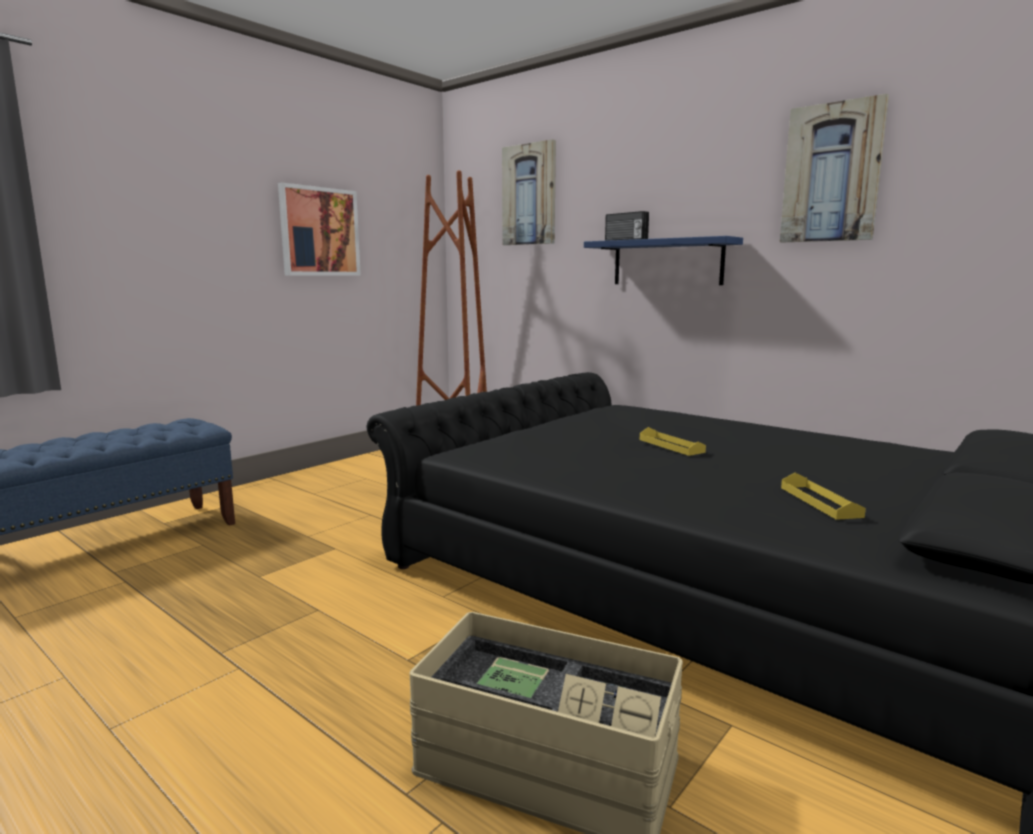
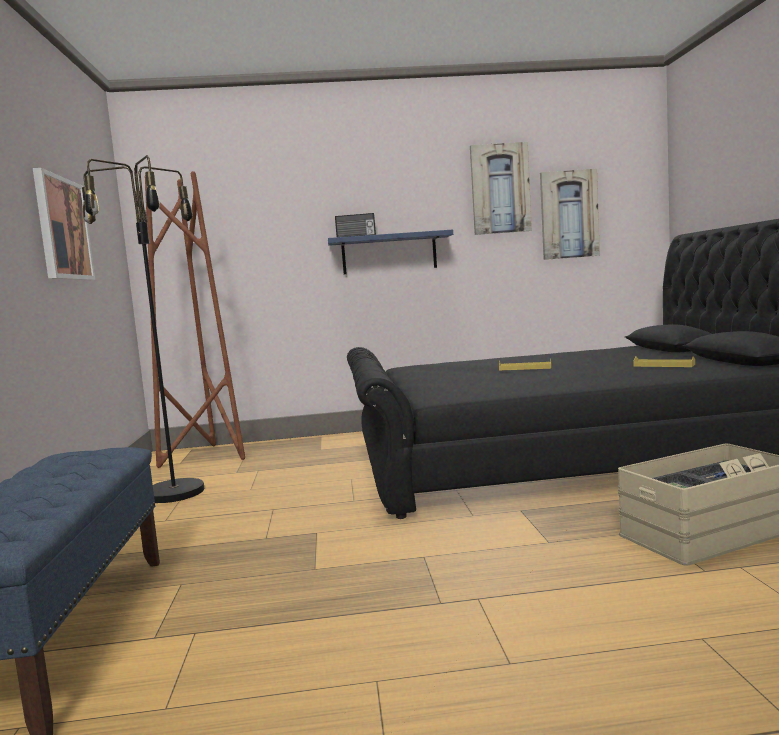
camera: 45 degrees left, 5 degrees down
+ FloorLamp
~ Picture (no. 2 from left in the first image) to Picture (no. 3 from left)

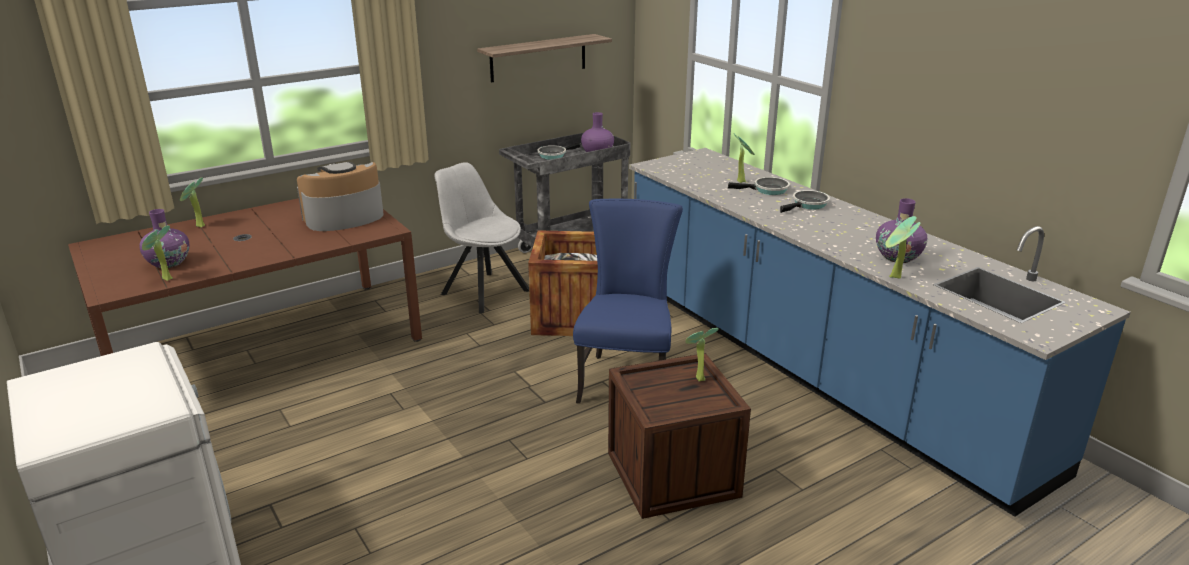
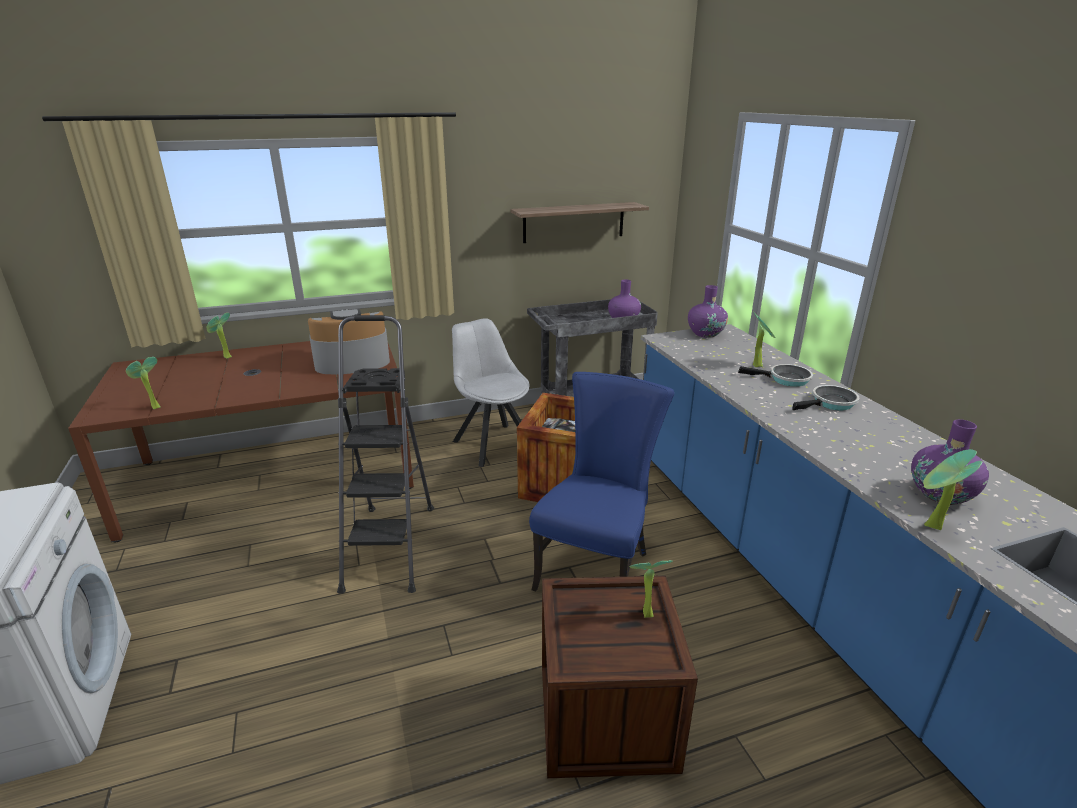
camera: 15 degrees right, 0 degrees up
+ StepLadder
~ PurpleVase (no. 1 from left in the first image) to PurpleVase (no. 2 from left)
- FryingPan (no. 1 from left)

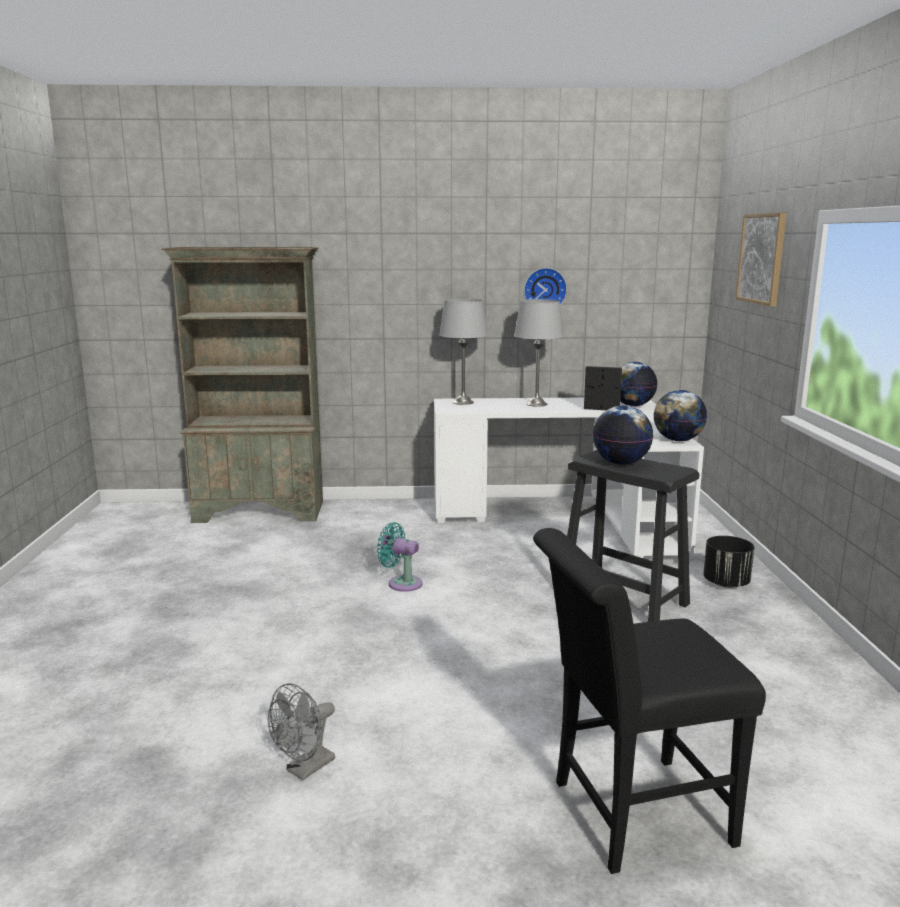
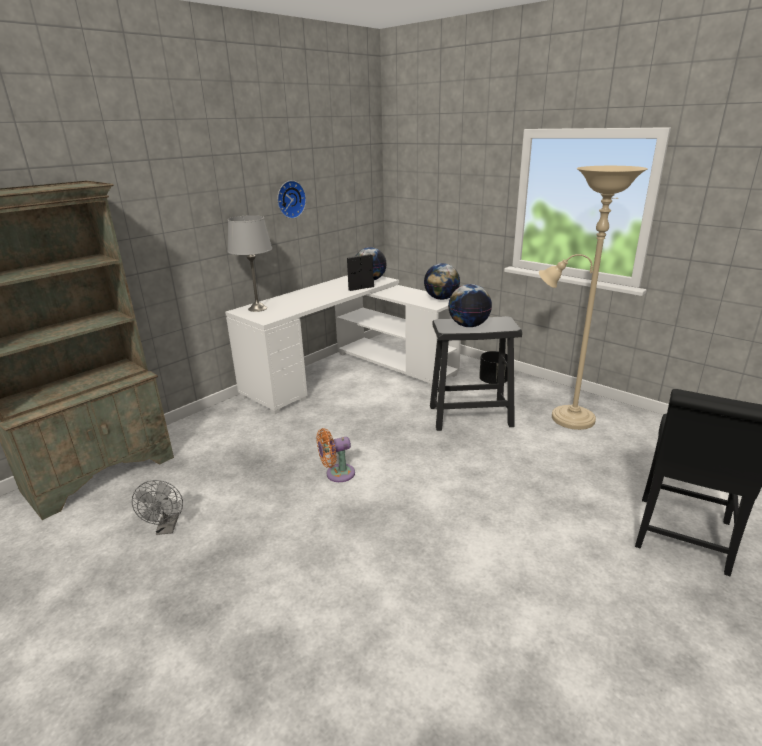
camera: 45 degrees left, 10 degrees up
~ GreyFan
~ TurquoiseFan to OrangeFan
+ BeigeFloorLamp
- GreyTableLamp (no. 2 from left)
- Picture

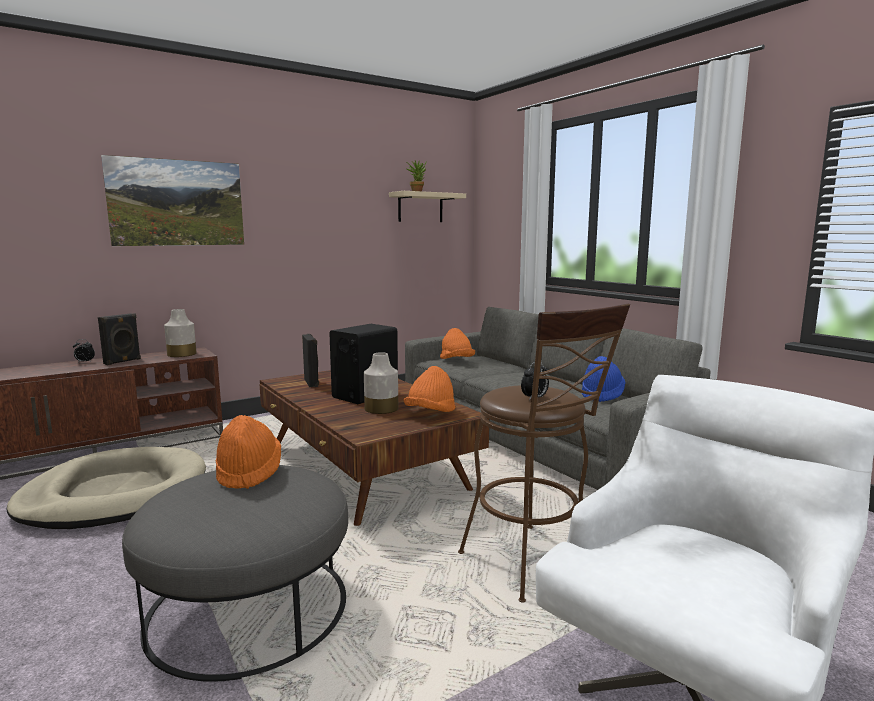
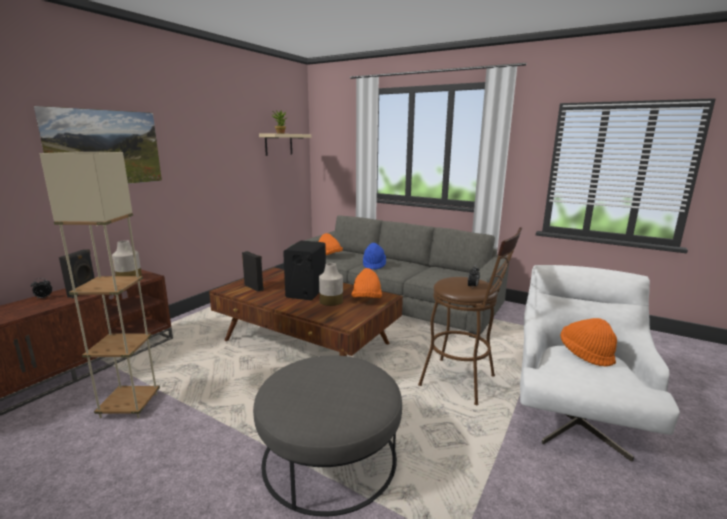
camera: 25 degrees left, 5 degrees up
~ BeigeDogBed to BeigeFloorLamp
~ BlueHat
~ OrangeHat (no. 1 from left in the first image) to OrangeHat (no. 3 from left)

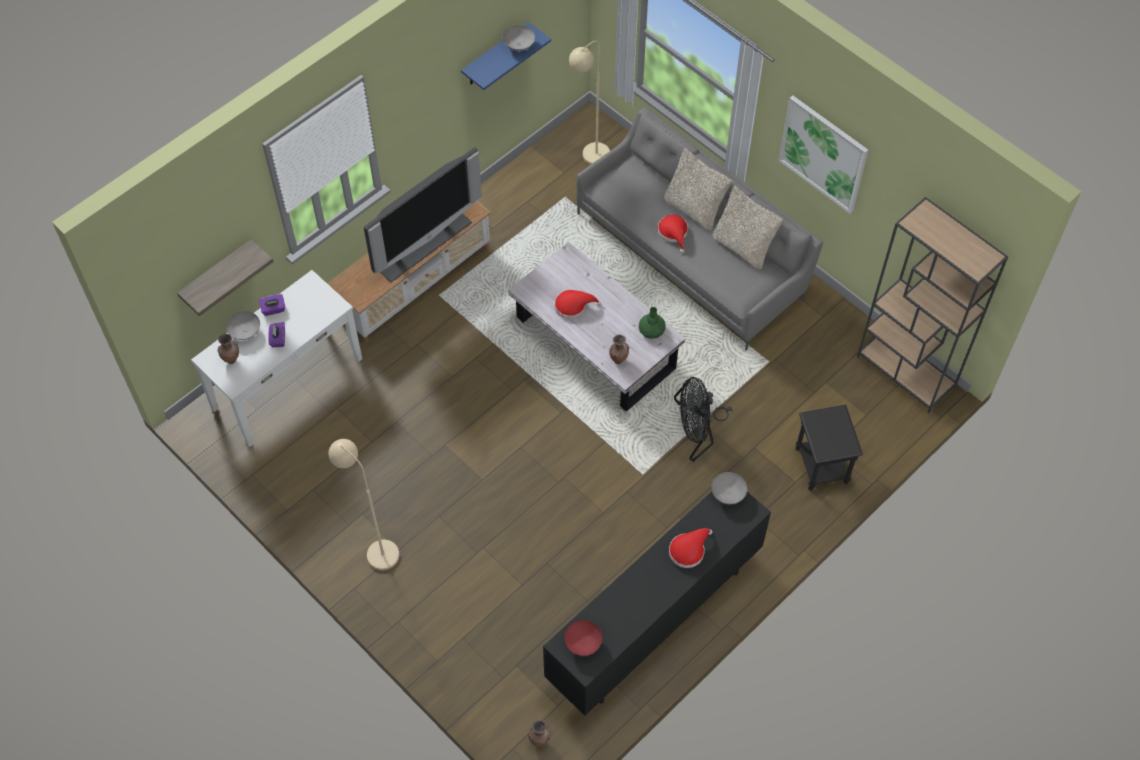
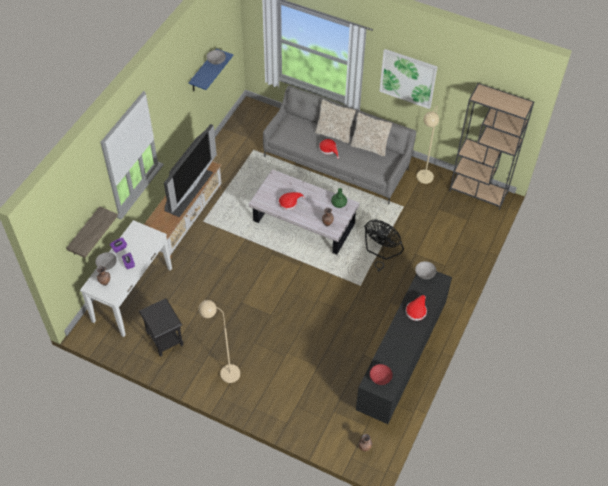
camera: 20 degrees left, 5 degrees down
~ BlackSideTable
~ BlackFan 150 degrees clockwise
~ BeigeFloorLamp (no. 2 from left)

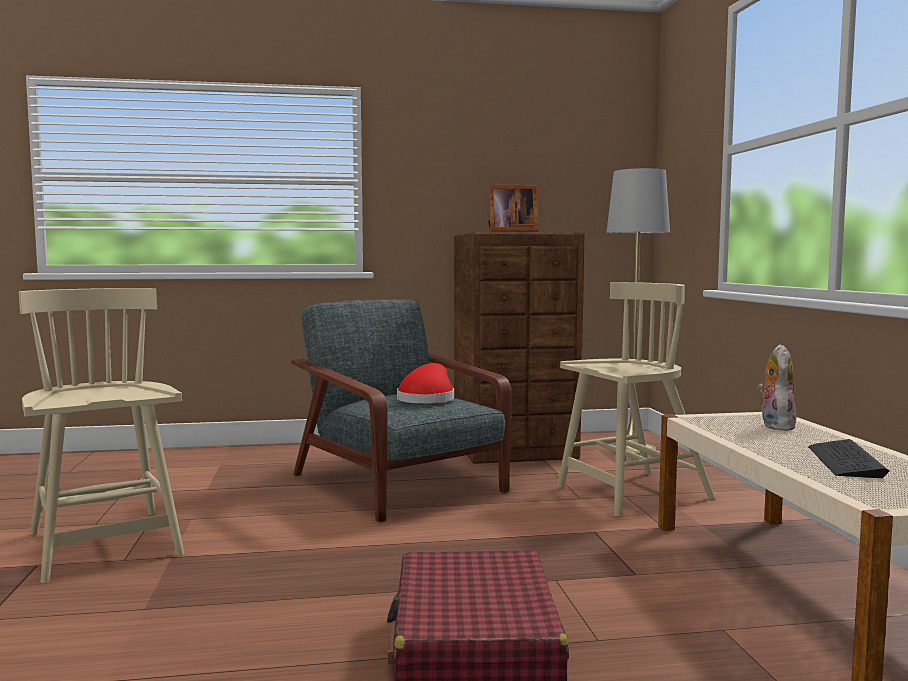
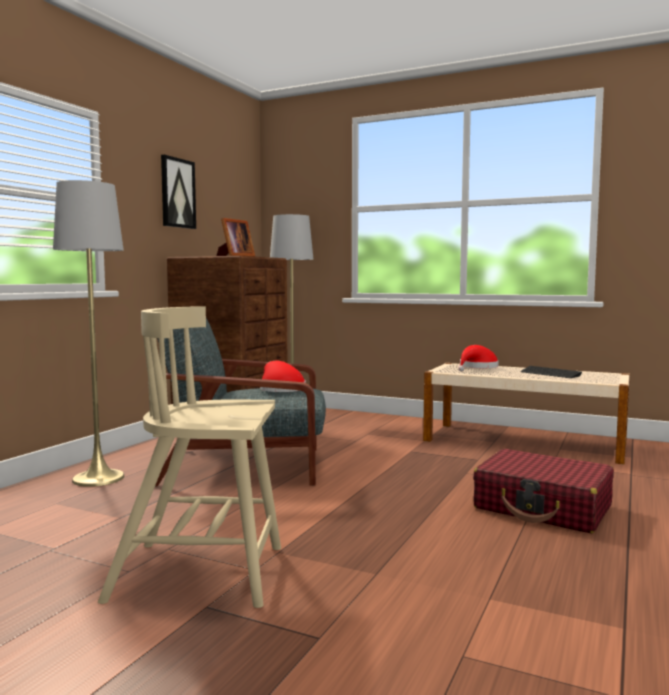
camera: 55 degrees left, 0 degrees up
+ GreyFloorLamp (no. 1 from left)
+ Picture
~ PlushToy to RedHat (no. 2 from left)
- BeigeChair (no. 2 from left)

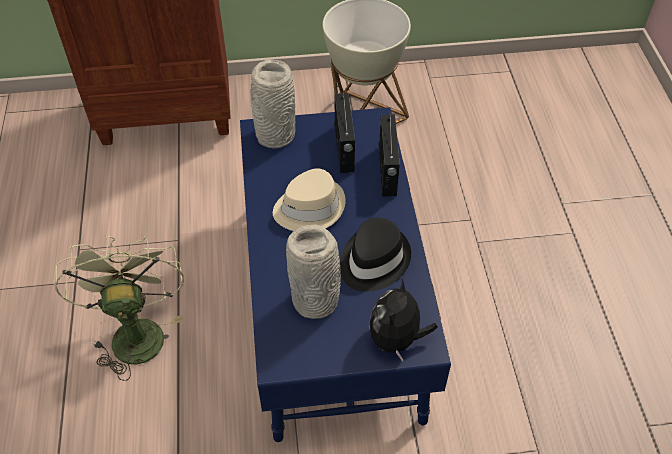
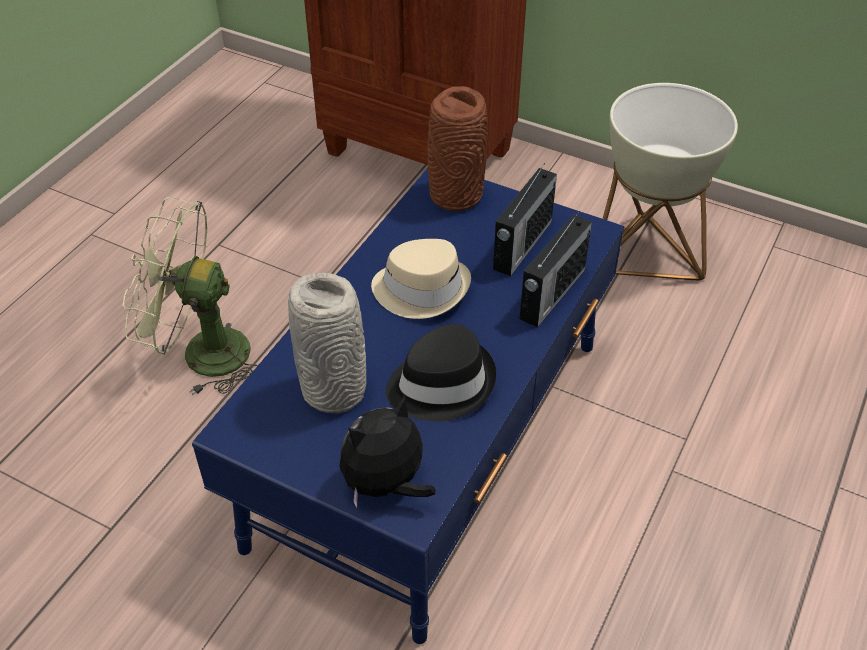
camera: 35 degrees right, 5 degrees down
~ GreenFan 105 degrees counterclockwise
~ GreyVase (no. 1 from left) to BrownVase

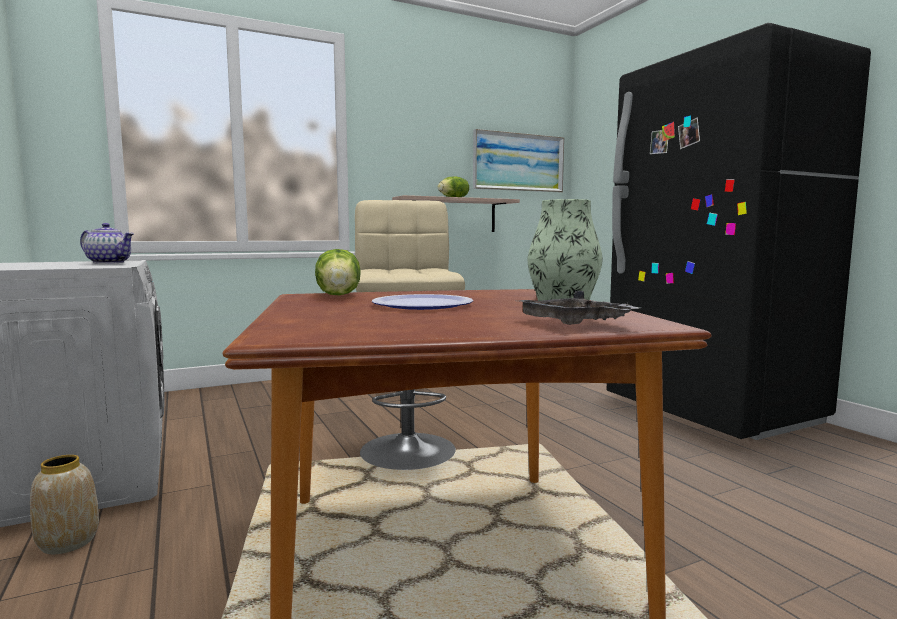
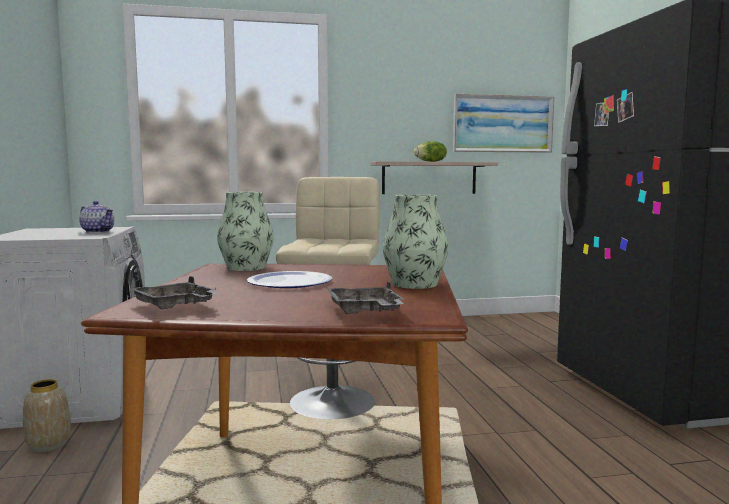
camera: 15 degrees right, 0 degrees up
+ GreyTray (no. 1 from left)
~ Lettuce (no. 1 from left) to Vase (no. 2 from left)

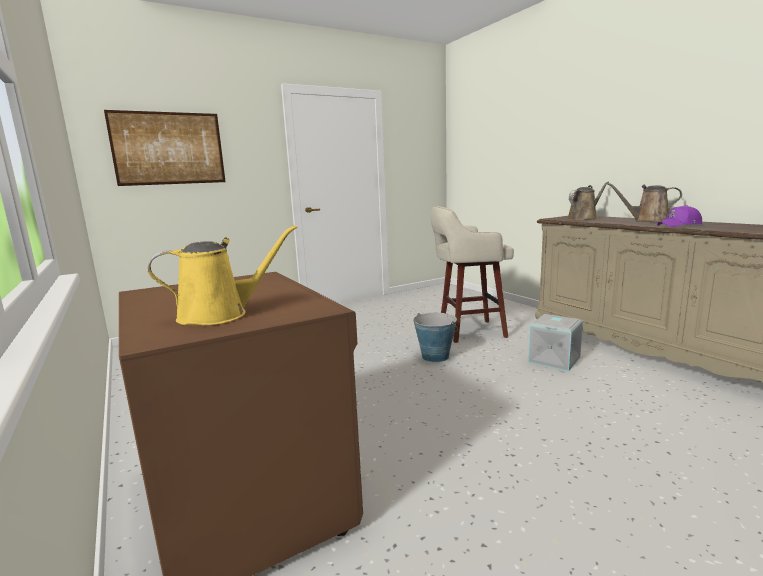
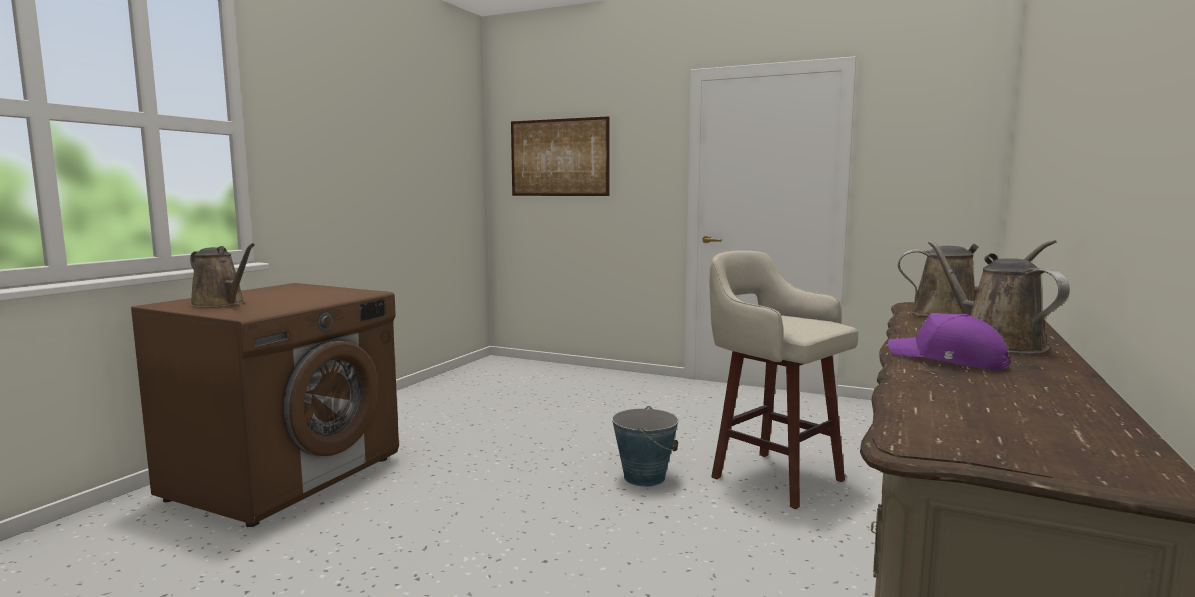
camera: 55 degrees right, 5 degrees down
~ YellowWateringCan to BrownWateringCan (no. 1 from left)
- GreyStorageBox

